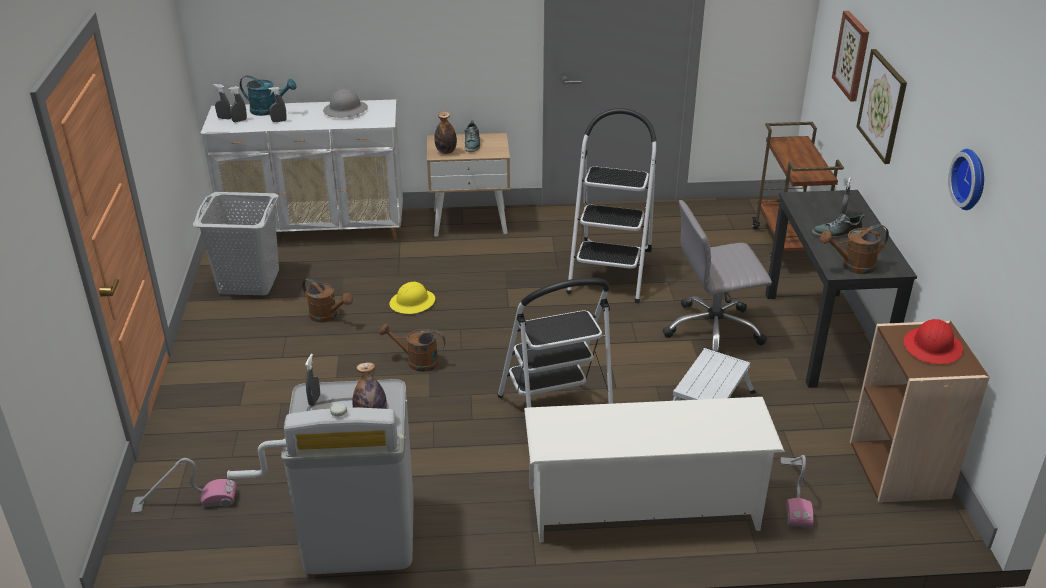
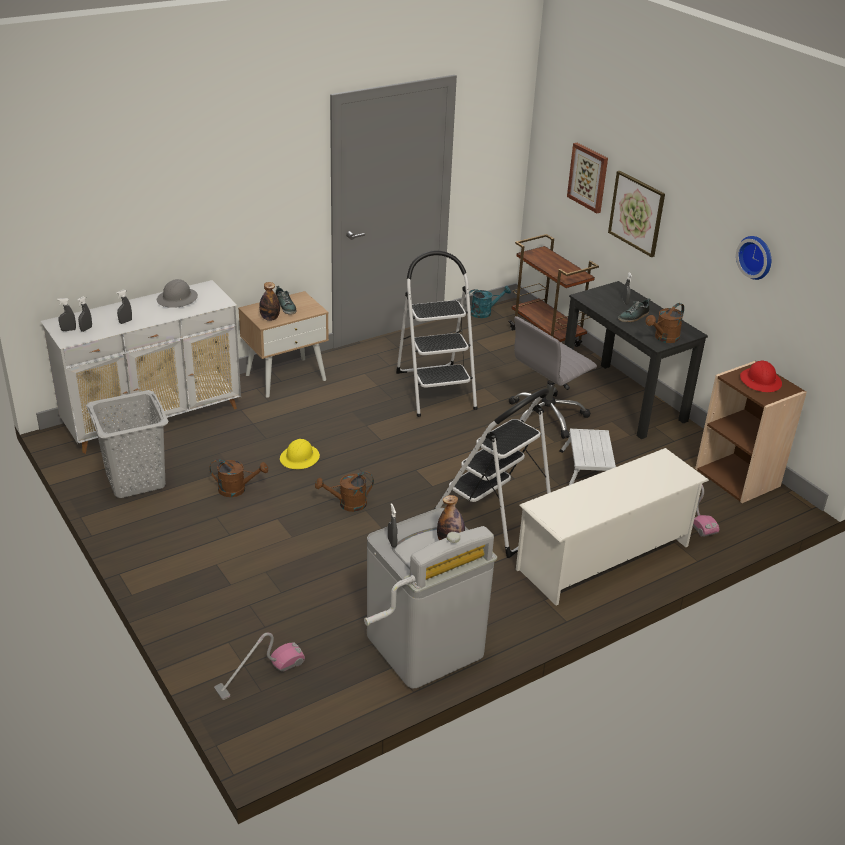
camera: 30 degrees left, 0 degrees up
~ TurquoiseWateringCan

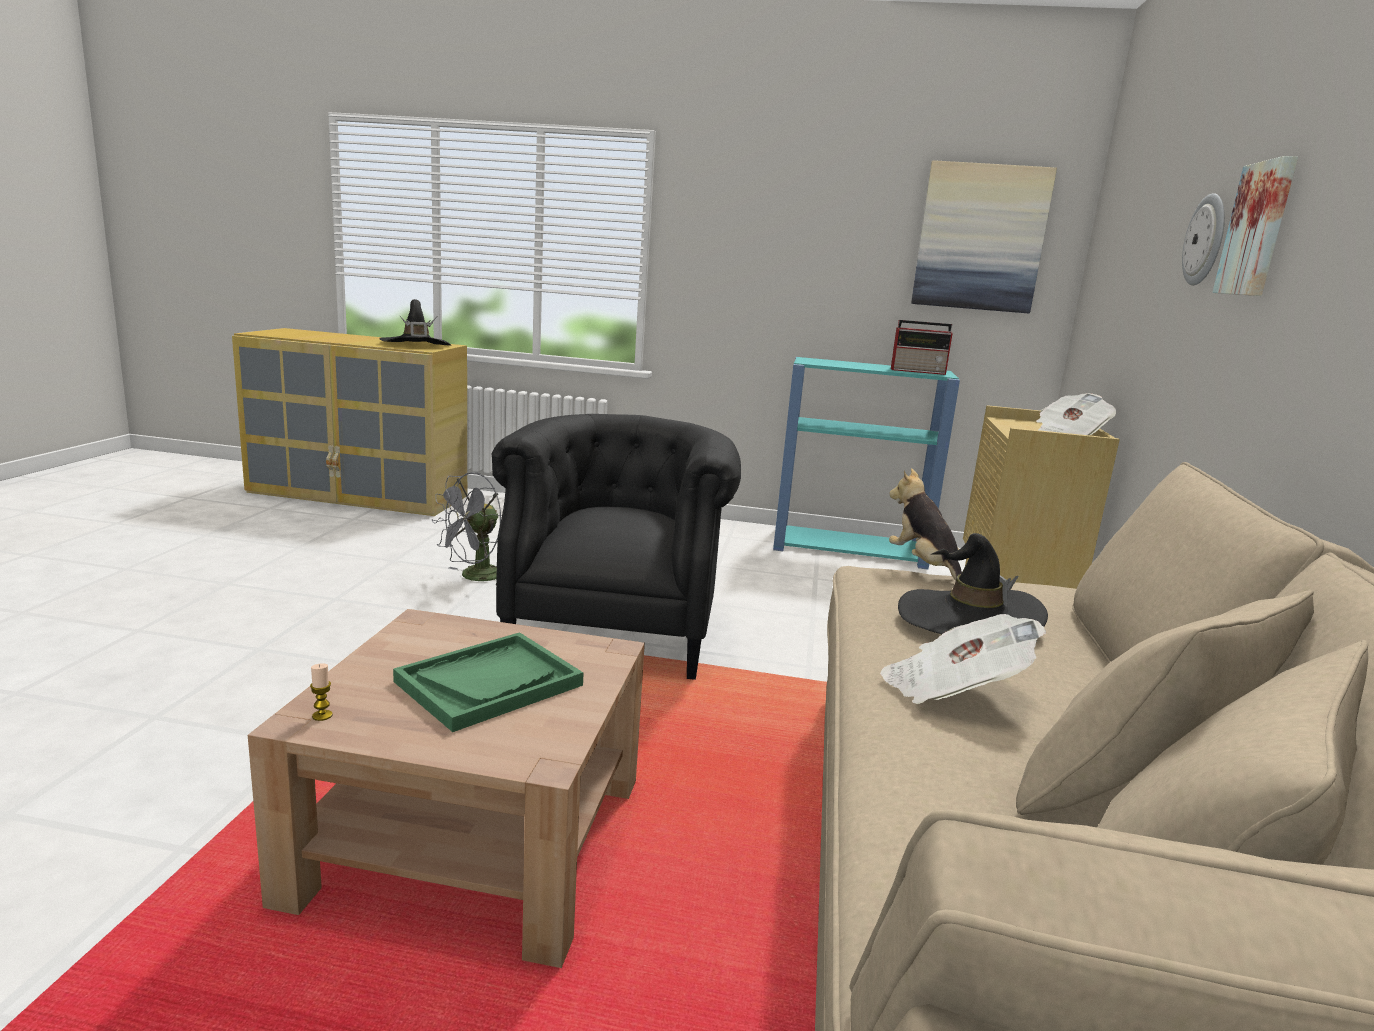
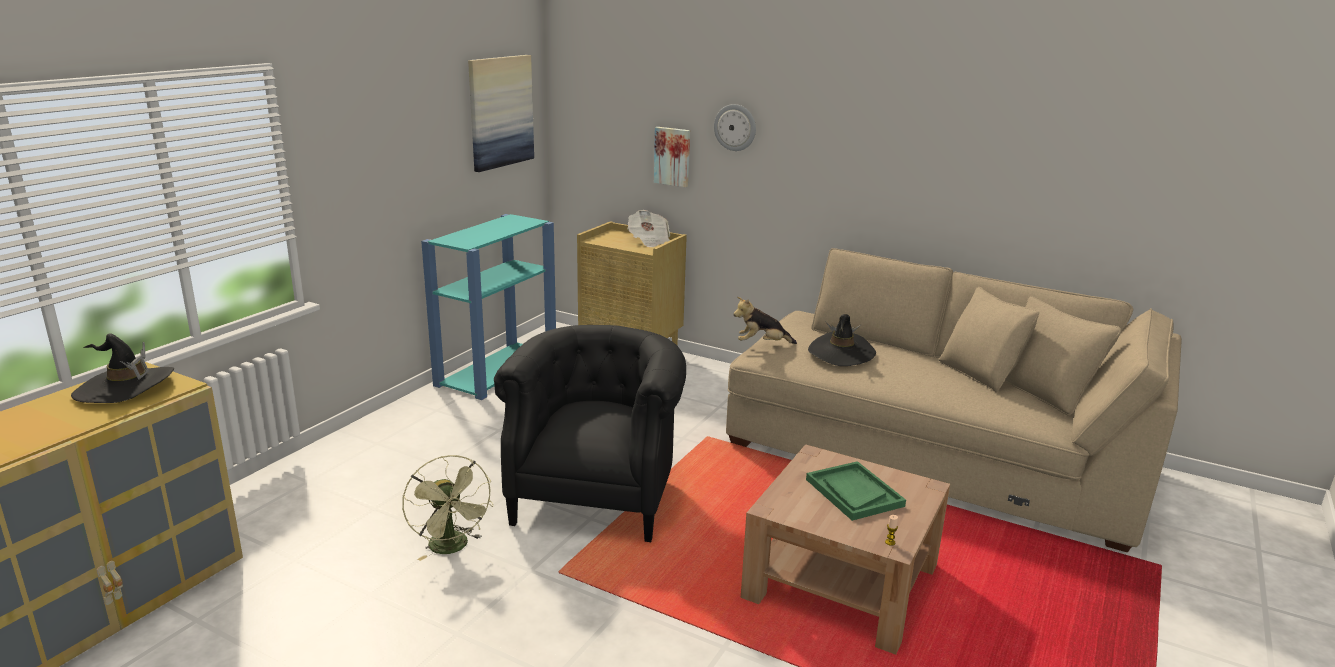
camera: 70 degrees left, 5 degrees up
~ GreyFan to GreenFan
~ BlackArmchair 75 degrees clockwise
~ Picture (no. 2 from left)
- Newspaper (no. 1 from left)
- Radio

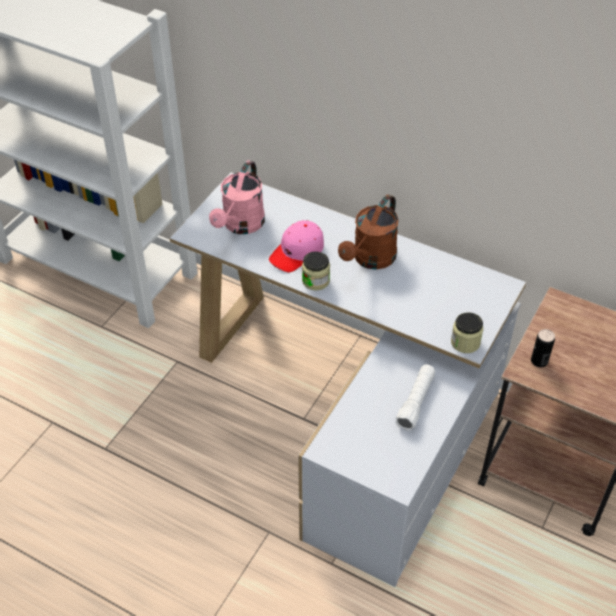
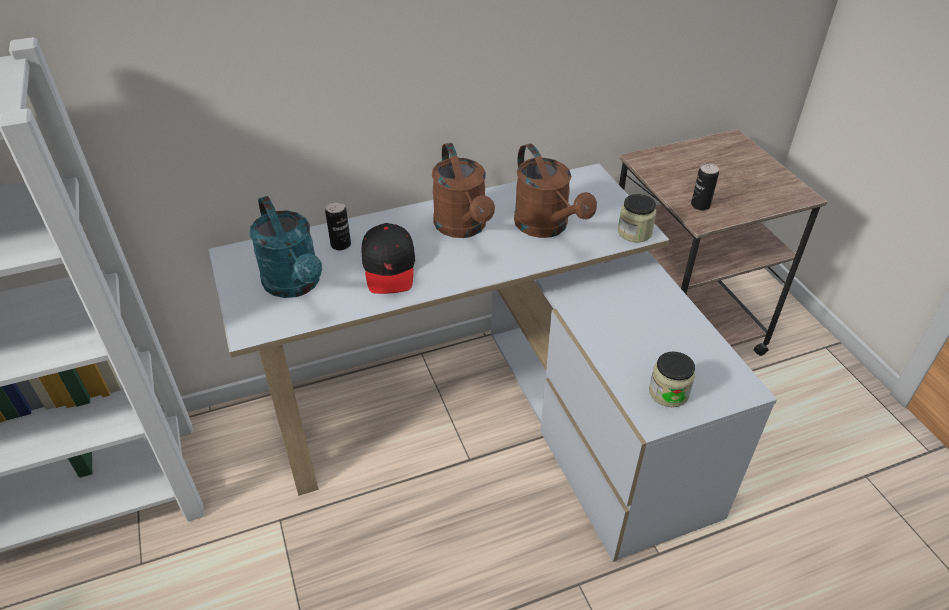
camera: 50 degrees left, 5 degrees down
~ PinkWateringCan to TurquoiseWateringCan
+ Can (no. 1 from left)
~ PinkCap to BlackCap
+ BrownWateringCan (no. 2 from left)
~ Jar (no. 1 from left in the first image) to Jar (no. 2 from left)
- WhiteFlashlight

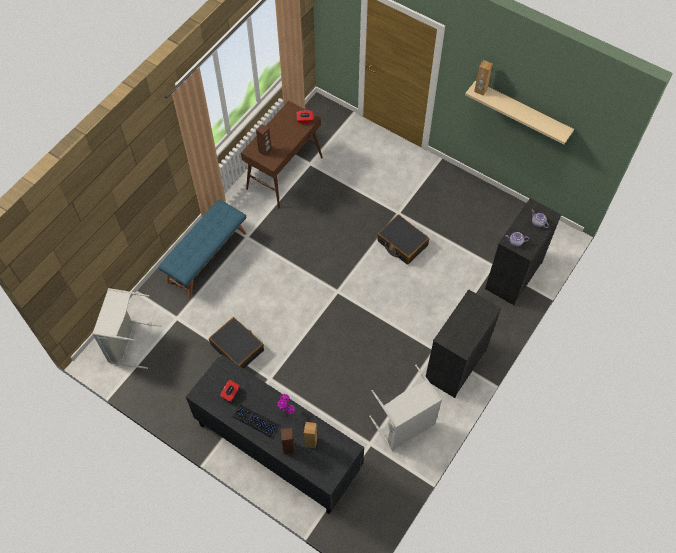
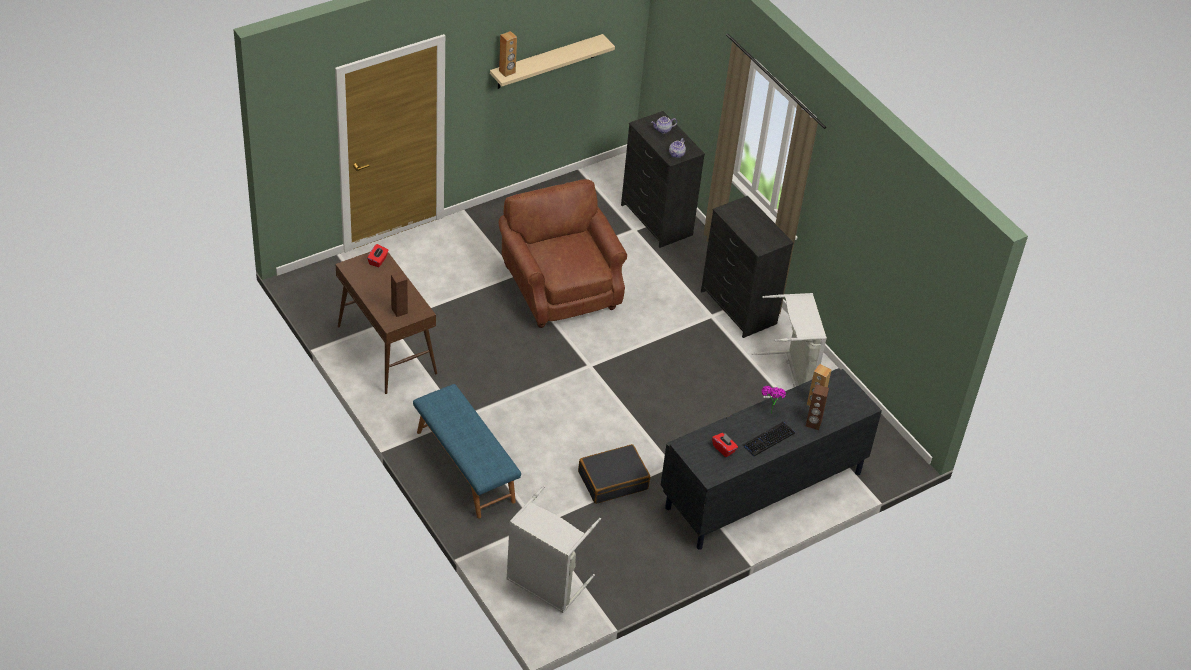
camera: 70 degrees left, 15 degrees down
~ BlackSuitcase (no. 2 from left) to BrownArmchair

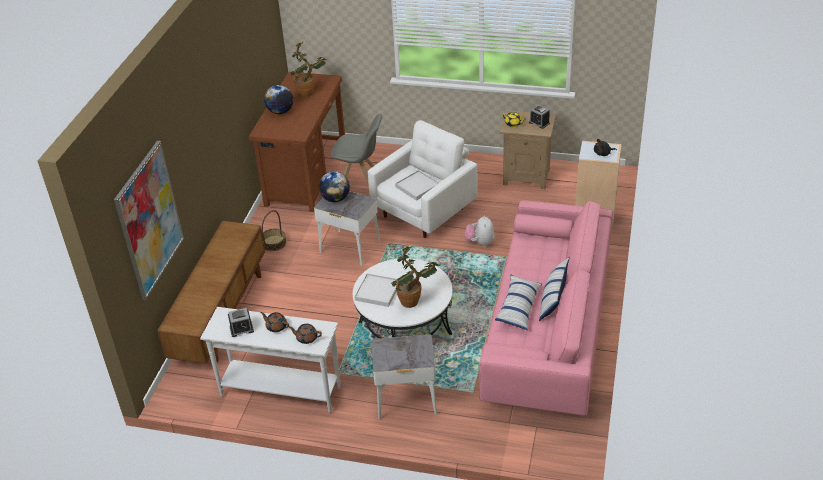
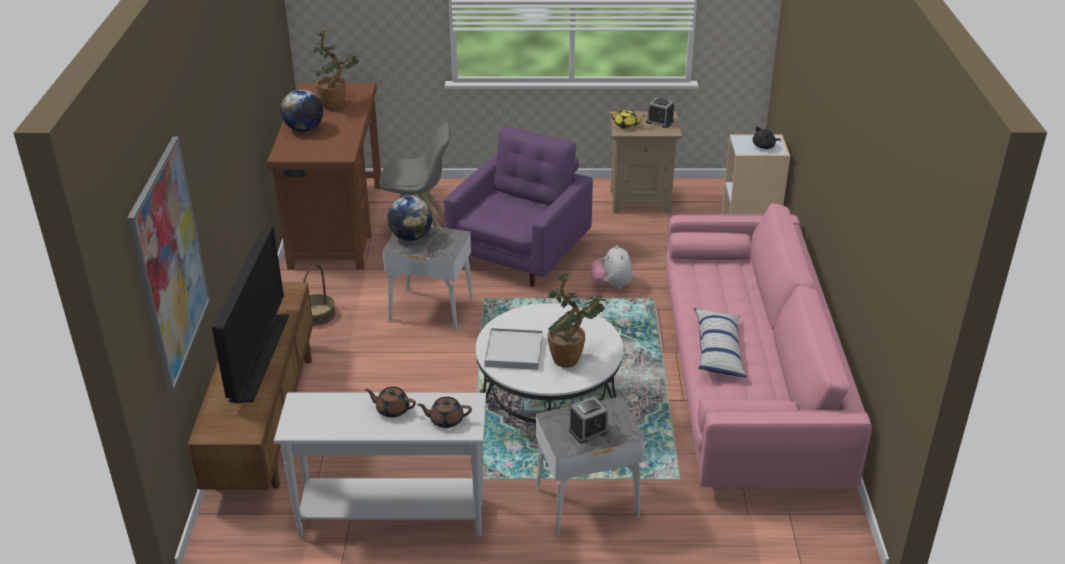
camera: 15 degrees left, 5 degrees down
+ Television
~ WhiteArmchair to PurpleArmchair
~ AlarmClock (no. 1 from left)
- WhiteTray (no. 2 from left)
- Pillow (no. 2 from left)

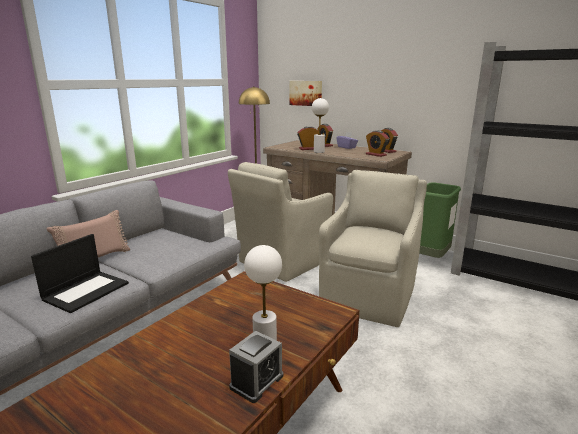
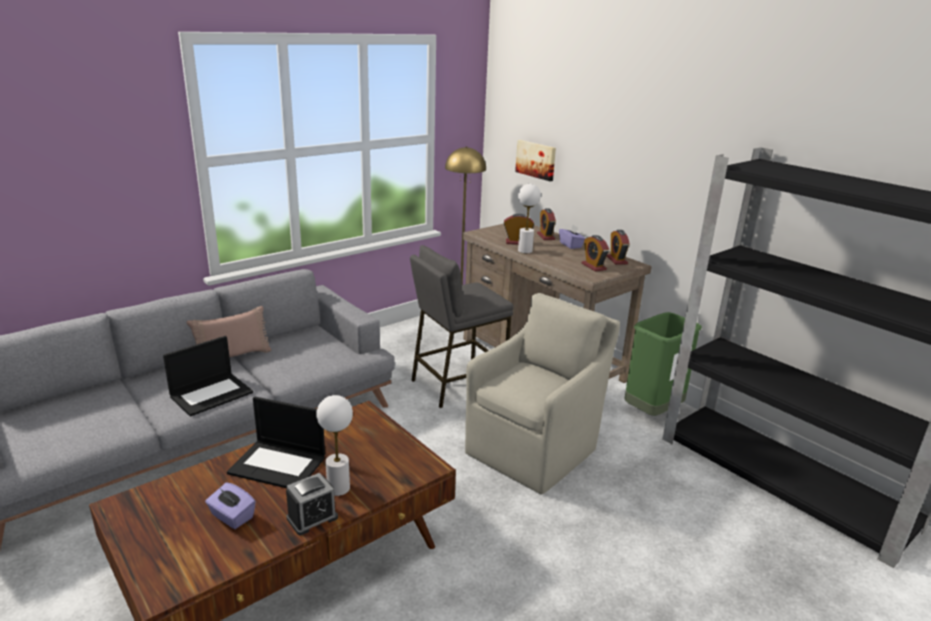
camera: 15 degrees right, 5 degrees up
+ PurpleTissueBox (no. 1 from left)
+ Laptop (no. 2 from left)
~ BeigeArmchair (no. 1 from left) to GreyStool

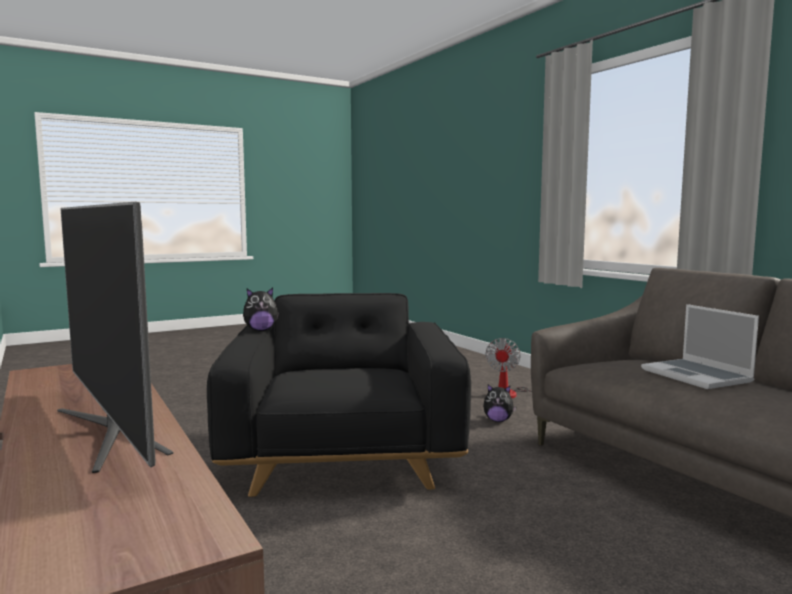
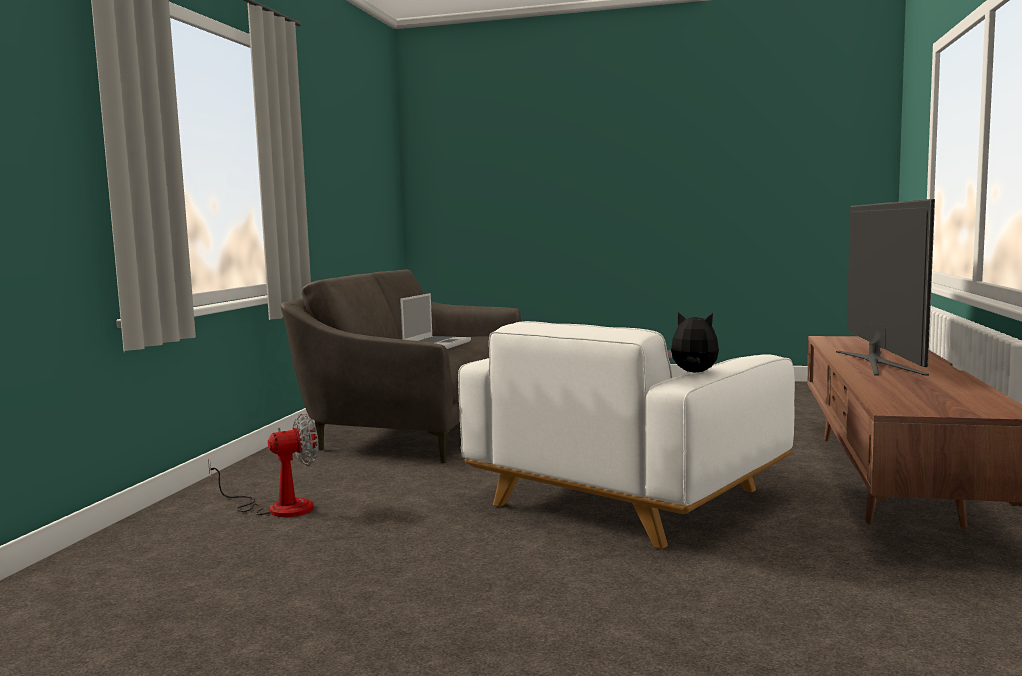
camera: 135 degrees left, 0 degrees up
~ BlackArmchair to WhiteArmchair
- PlushToy (no. 2 from left)

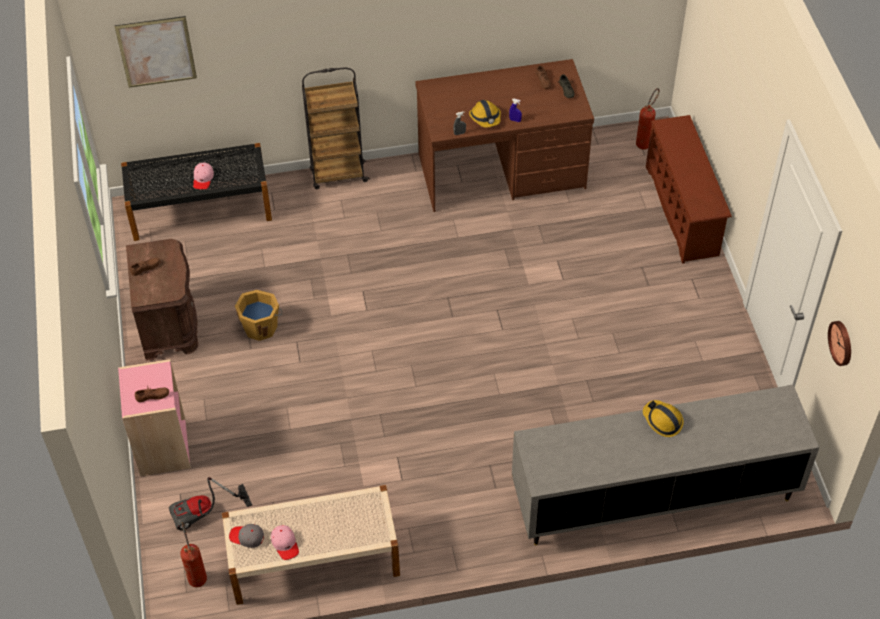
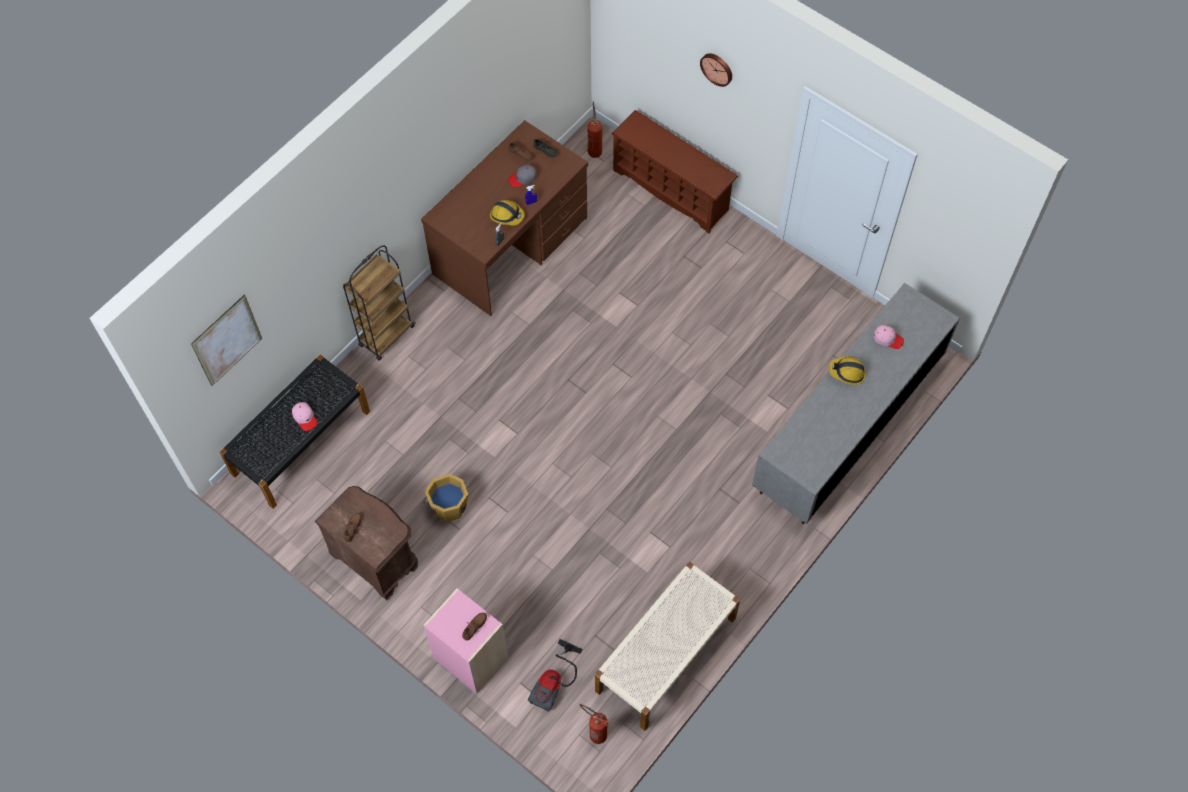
camera: 40 degrees left, 10 degrees up
~ GreyCap
~ WallClock
~ PinkCap (no. 2 from left)

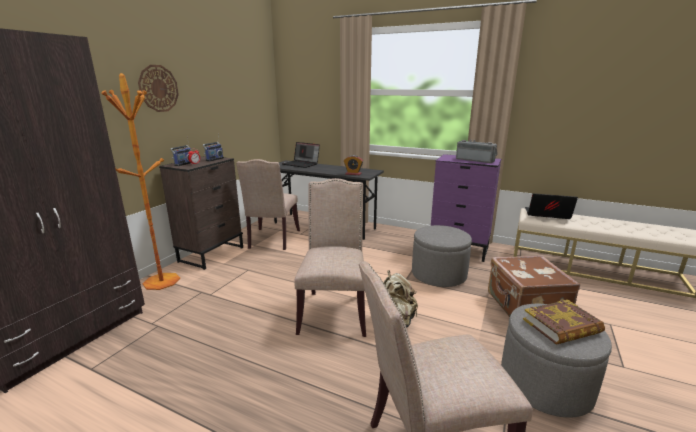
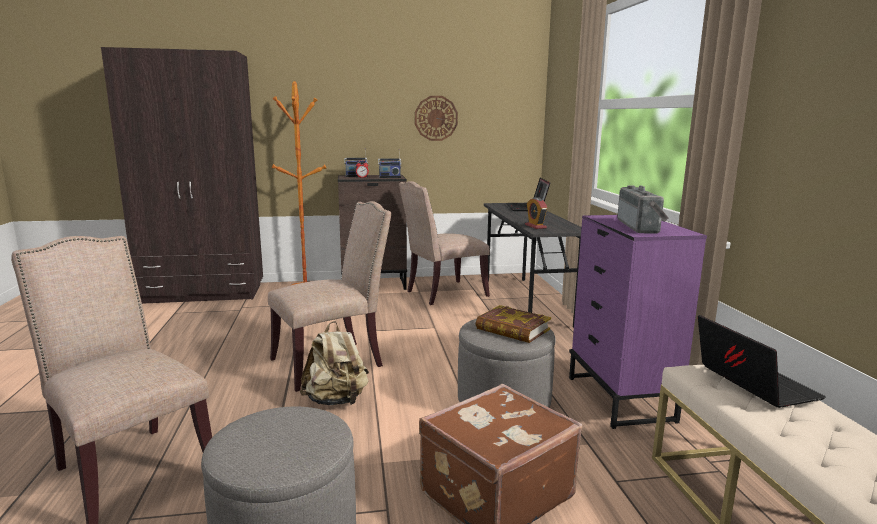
camera: 55 degrees right, 5 degrees down
~ WallClock
~ Book

